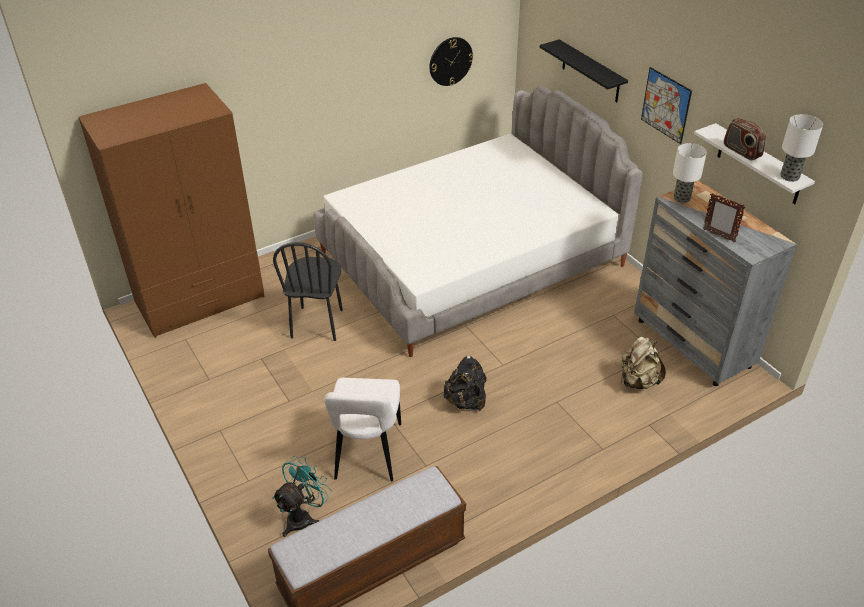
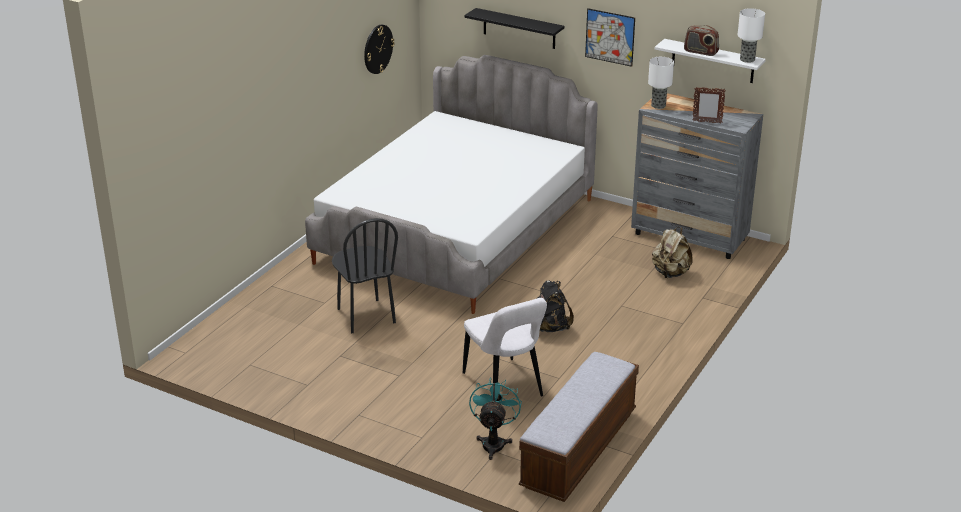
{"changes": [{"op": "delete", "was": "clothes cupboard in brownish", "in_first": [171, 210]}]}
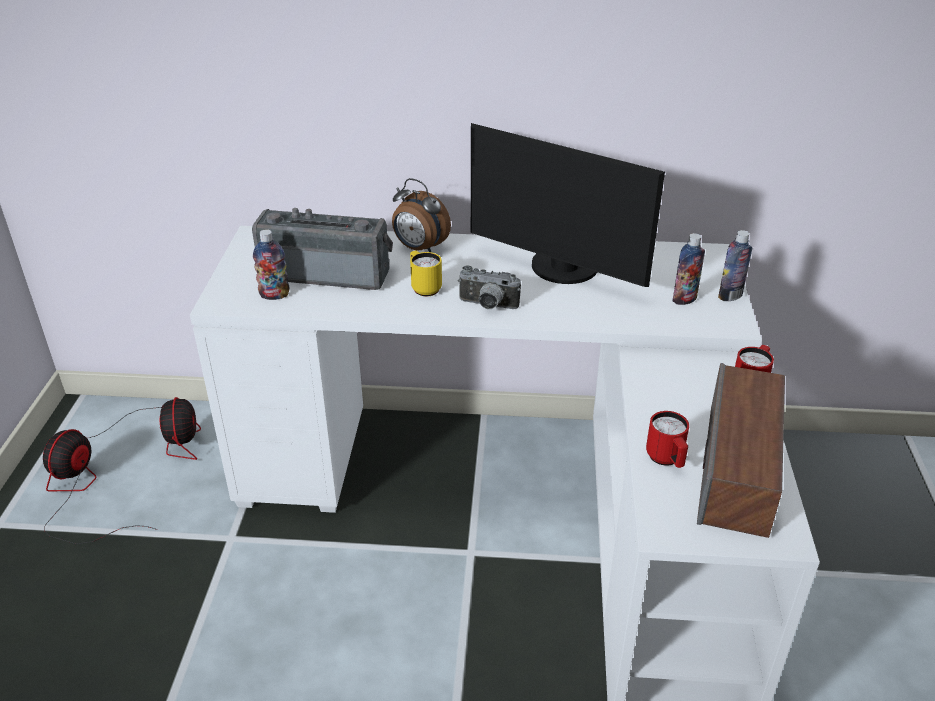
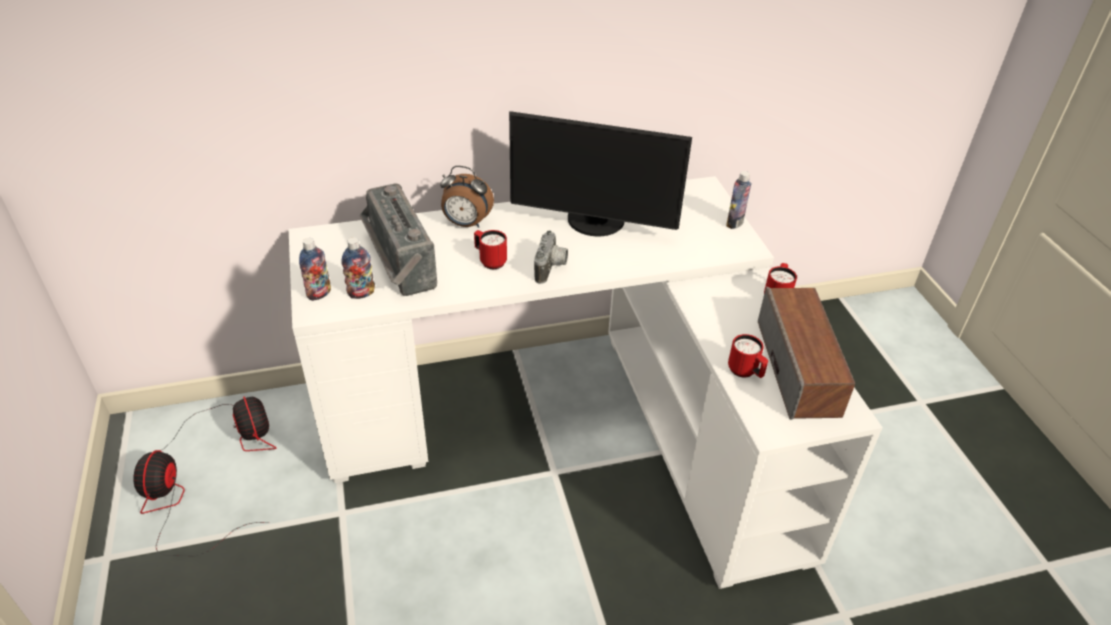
{"changes": [{"op": "rotate", "was": "radio set", "in_first": [322, 249], "in_second": [398, 239], "clockwise": -105}, {"op": "recolor", "was": "coffee mug in yellow-coloured", "now": "coffee mug in reddish", "in_first": [426, 274], "in_second": [490, 249]}, {"op": "rotate", "was": "still camera", "in_first": [489, 287], "in_second": [551, 257], "clockwise": -75}, {"op": "move", "was": "drink bottle", "in_first": [688, 269], "in_second": [315, 269]}]}
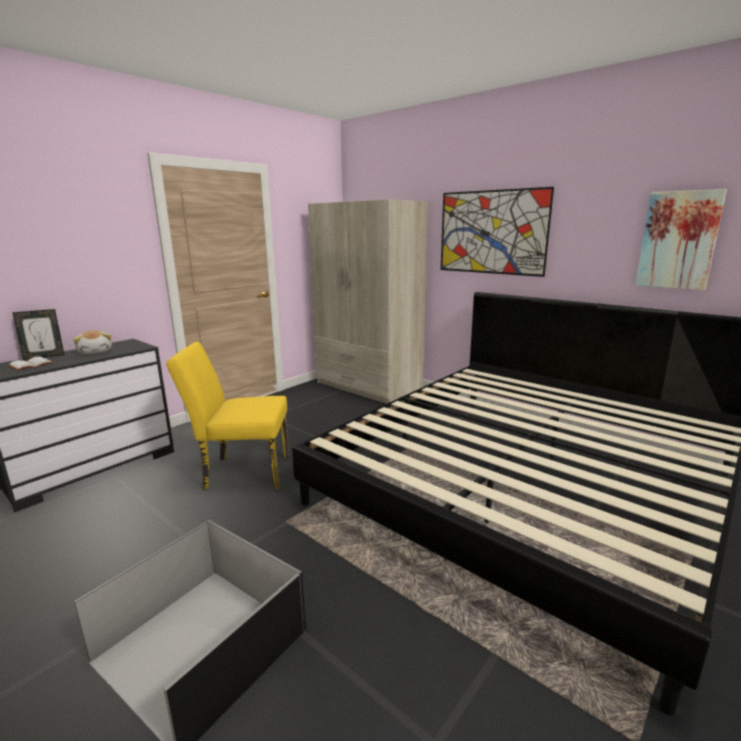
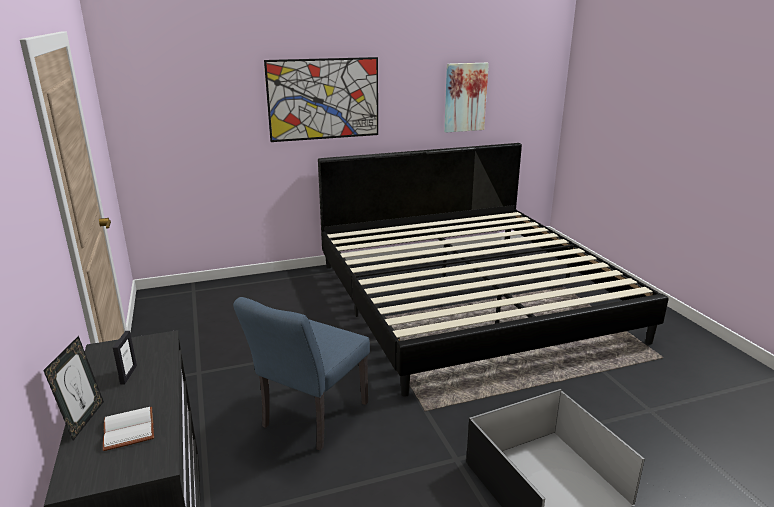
{"changes": [{"op": "replace", "was": "soft toy", "now": "picture frame", "in_first": [93, 342], "in_second": [125, 358]}, {"op": "recolor", "was": "plain chair in yellow-coloured", "now": "plain chair in bluish", "in_first": [227, 415], "in_second": [301, 374]}, {"op": "delete", "was": "clothes cupboard in beige-coloured", "in_first": [368, 301]}]}
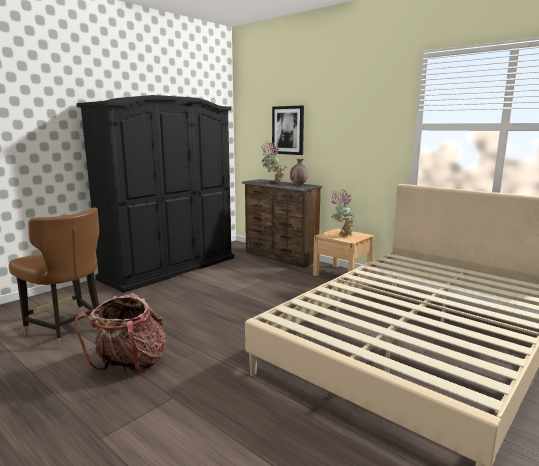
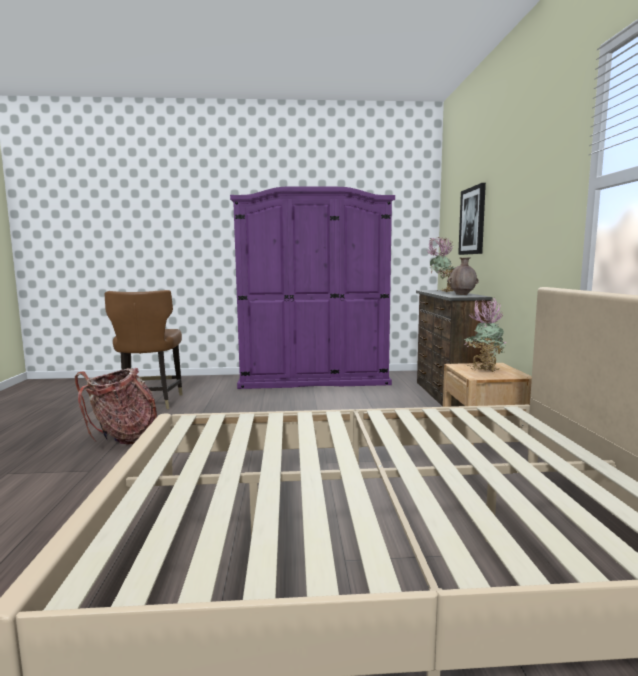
{"changes": [{"op": "recolor", "was": "clothes cupboard in blackish", "now": "clothes cupboard in purple-coloured", "in_first": [155, 194], "in_second": [312, 288]}]}
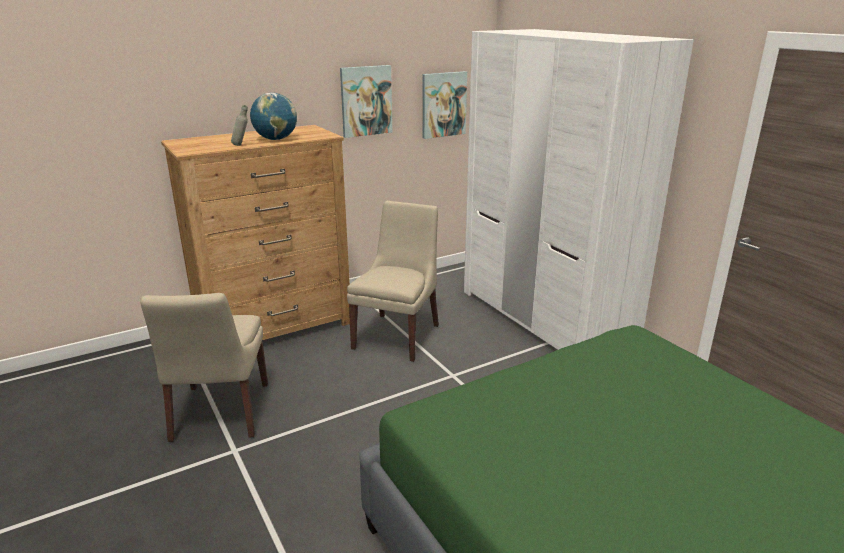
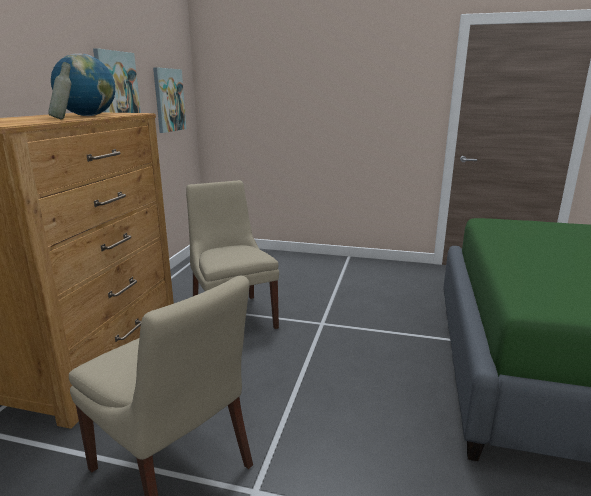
{"changes": [{"op": "delete", "was": "clothes cupboard in white-coloured", "in_first": [579, 189]}]}
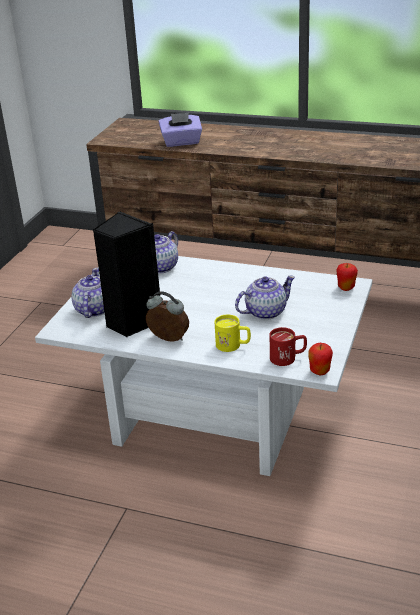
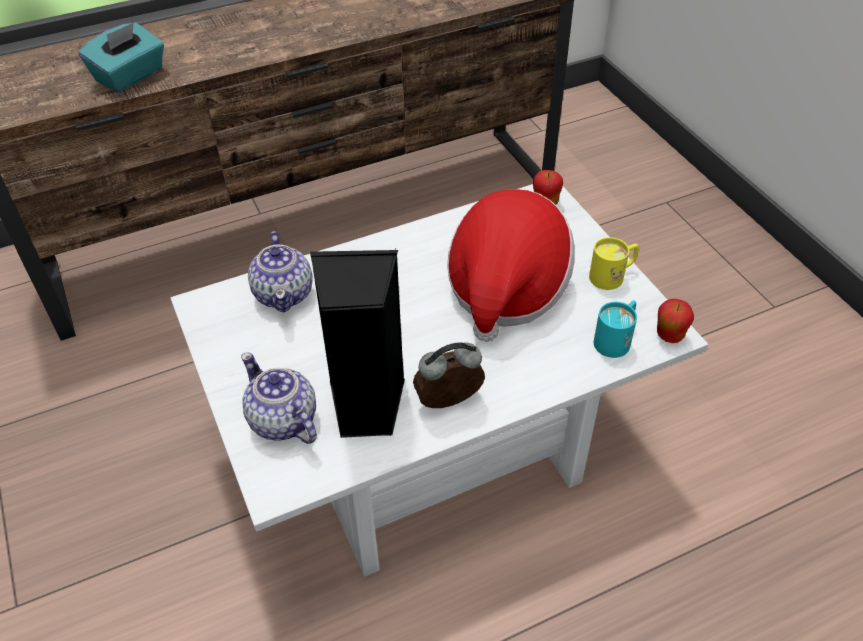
{"changes": [{"op": "recolor", "was": "box of tissues in purple-coloured", "now": "box of tissues in turquoise", "in_first": [180, 130], "in_second": [121, 57]}, {"op": "move", "was": "coffee mug in yellow-coloured", "in_first": [233, 333], "in_second": [614, 263]}, {"op": "replace", "was": "tea pot", "now": "wearable hat", "in_first": [265, 298], "in_second": [511, 265]}, {"op": "recolor", "was": "coffee mug in reddish", "now": "coffee mug in turquoise", "in_first": [288, 346], "in_second": [615, 329]}]}
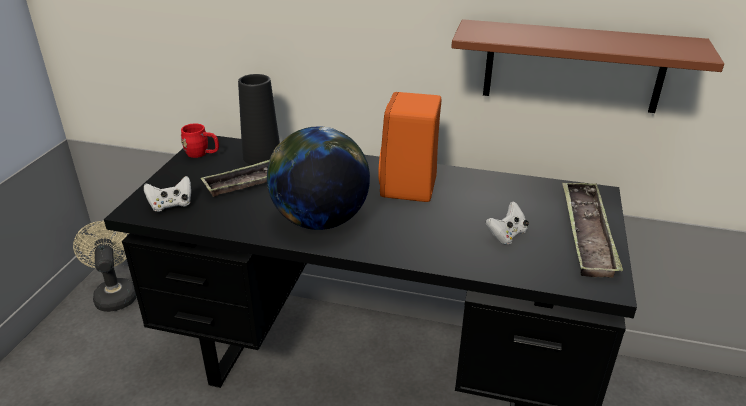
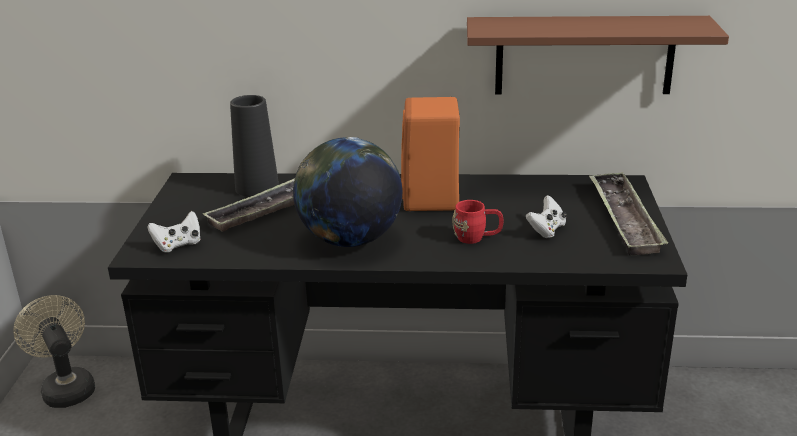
{"changes": [{"op": "move", "was": "coffee mug in reddish", "in_first": [200, 140], "in_second": [477, 222]}]}
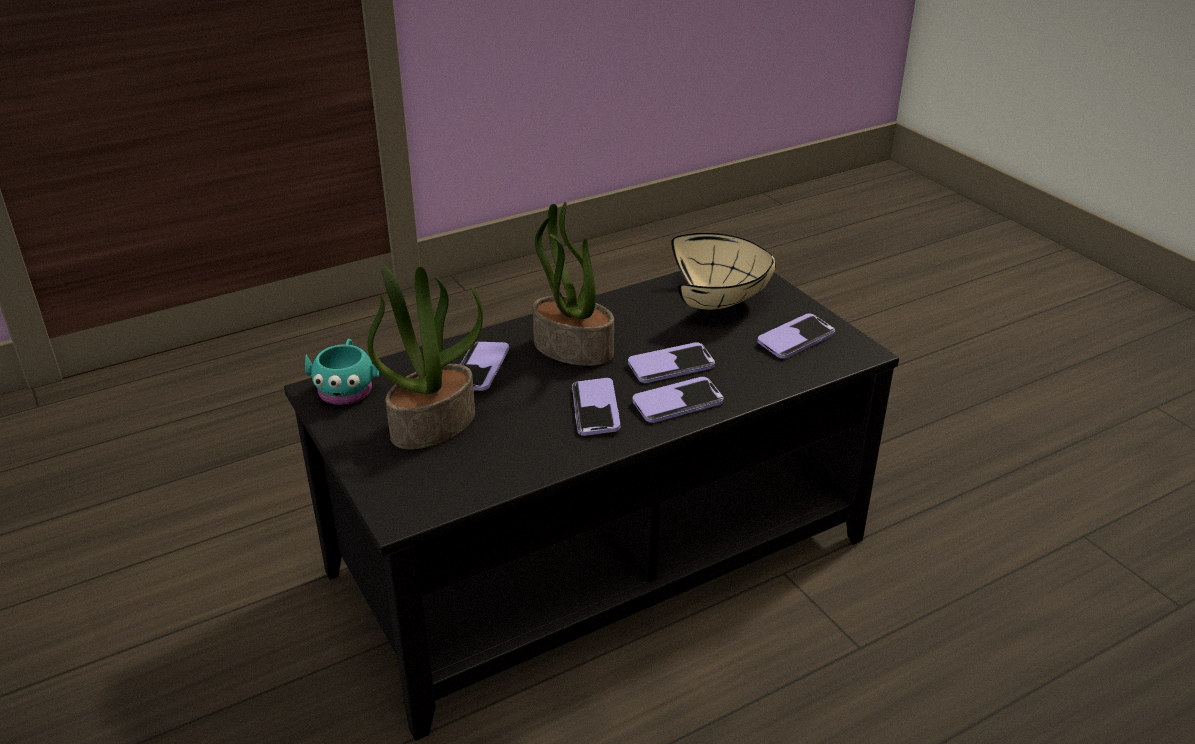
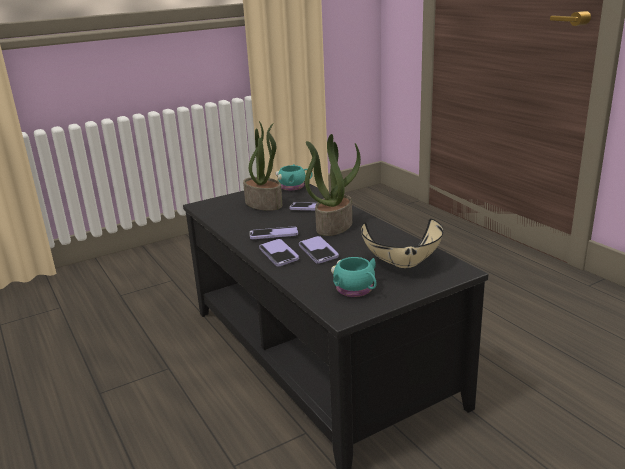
{"changes": [{"op": "replace", "was": "telephone", "now": "coffee mug in turquoise", "in_first": [796, 336], "in_second": [354, 277]}]}
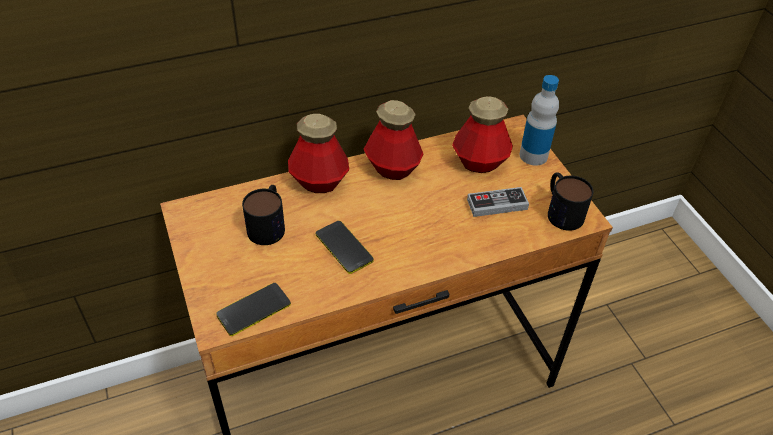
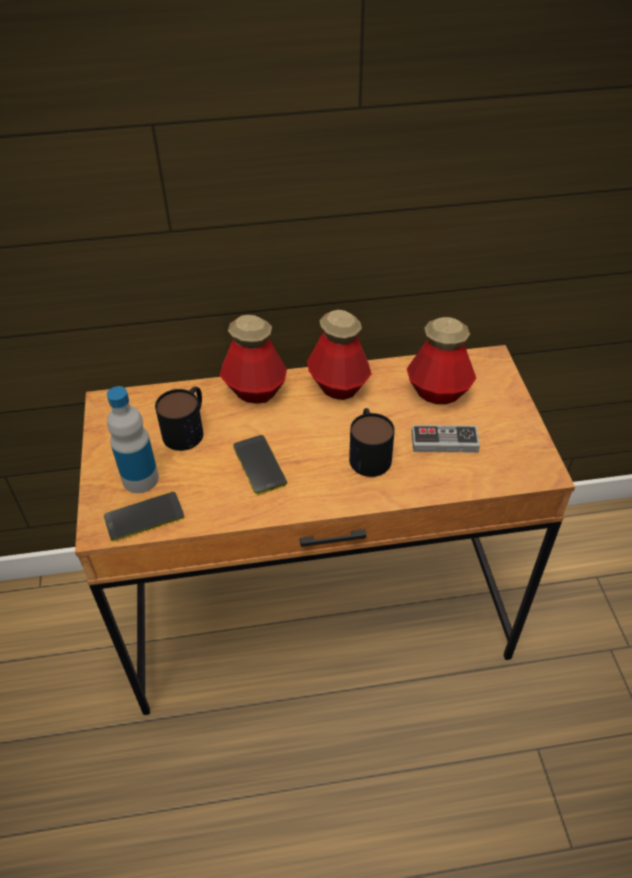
{"changes": [{"op": "move", "was": "drink bottle", "in_first": [539, 120], "in_second": [133, 439]}, {"op": "move", "was": "coffee mug", "in_first": [571, 201], "in_second": [372, 442]}]}
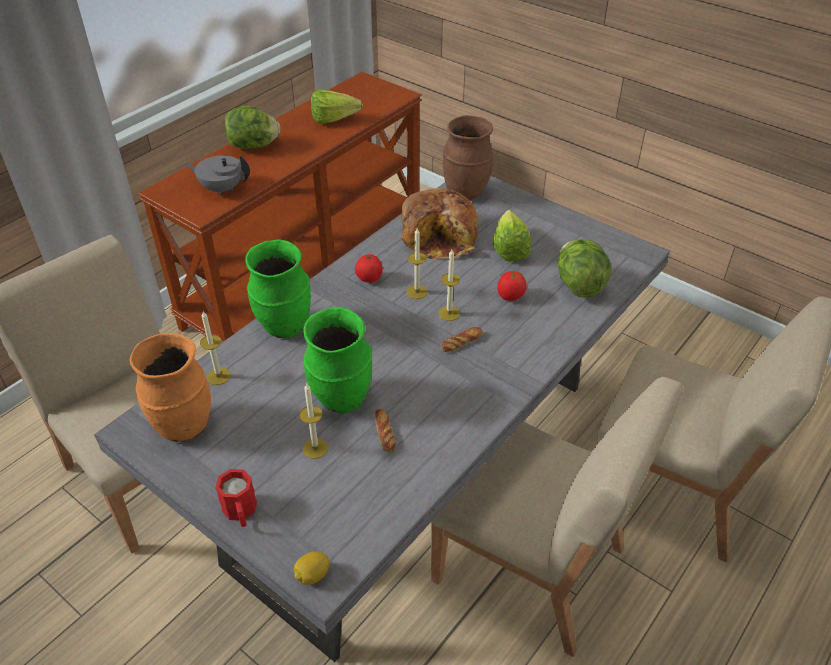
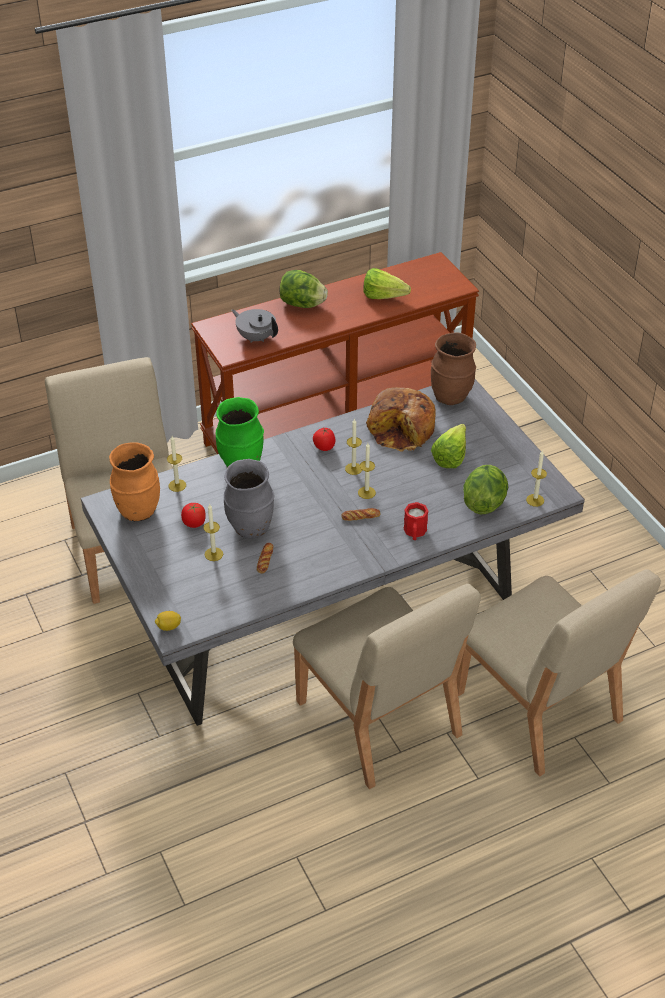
{"changes": [{"op": "move", "was": "coffee mug in reddish", "in_first": [236, 498], "in_second": [415, 521]}, {"op": "recolor", "was": "vase in green-coloured", "now": "vase in grey", "in_first": [337, 360], "in_second": [249, 498]}, {"op": "move", "was": "whole tomato", "in_first": [512, 286], "in_second": [193, 515]}, {"op": "insert", "now": "wax light", "in_second": [536, 478]}]}
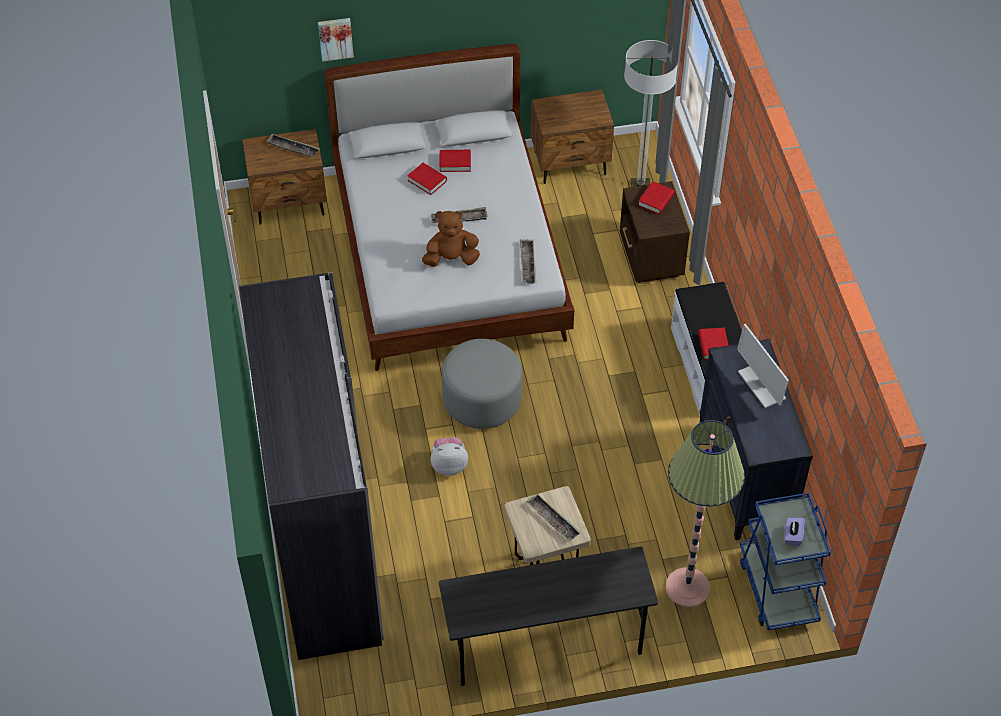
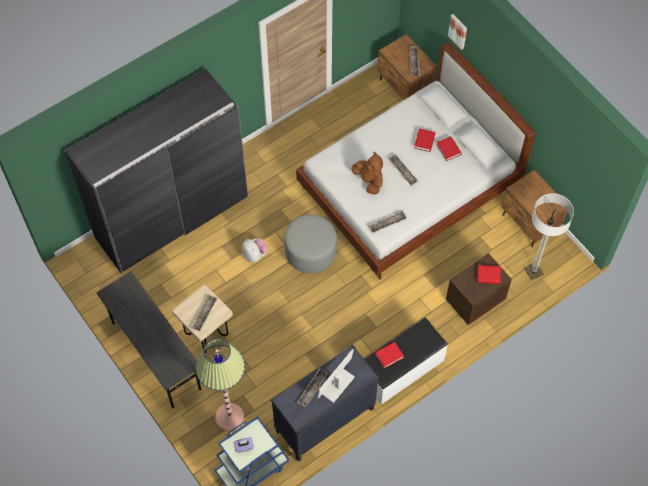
{"changes": [{"op": "insert", "now": "tray", "in_second": [312, 387]}]}
